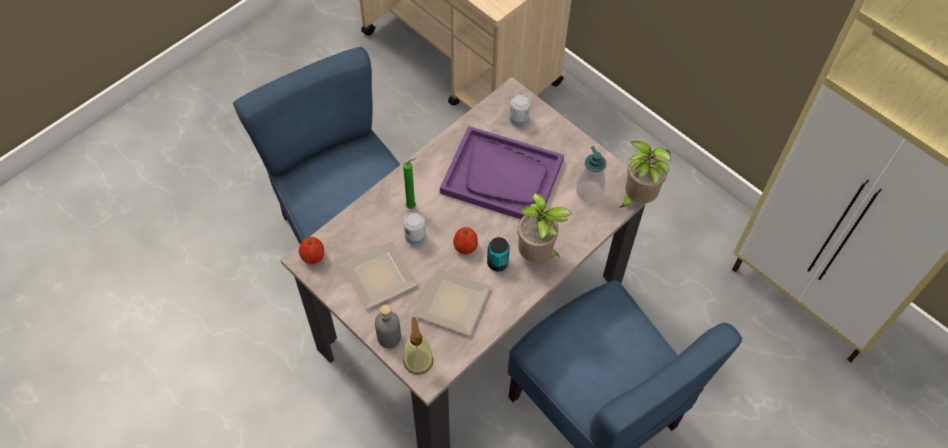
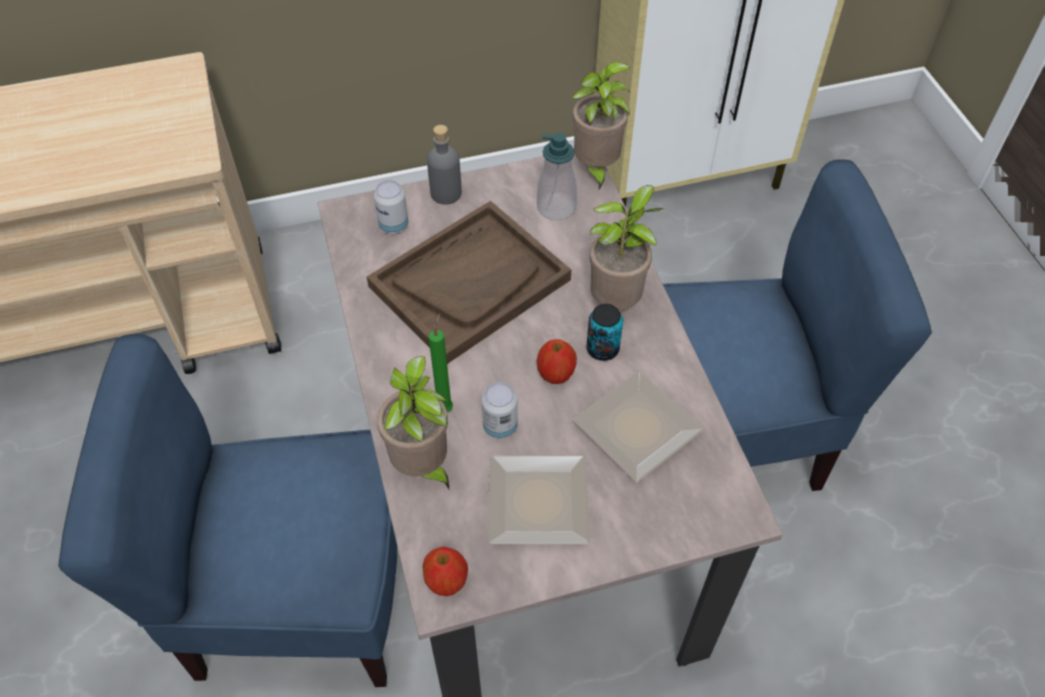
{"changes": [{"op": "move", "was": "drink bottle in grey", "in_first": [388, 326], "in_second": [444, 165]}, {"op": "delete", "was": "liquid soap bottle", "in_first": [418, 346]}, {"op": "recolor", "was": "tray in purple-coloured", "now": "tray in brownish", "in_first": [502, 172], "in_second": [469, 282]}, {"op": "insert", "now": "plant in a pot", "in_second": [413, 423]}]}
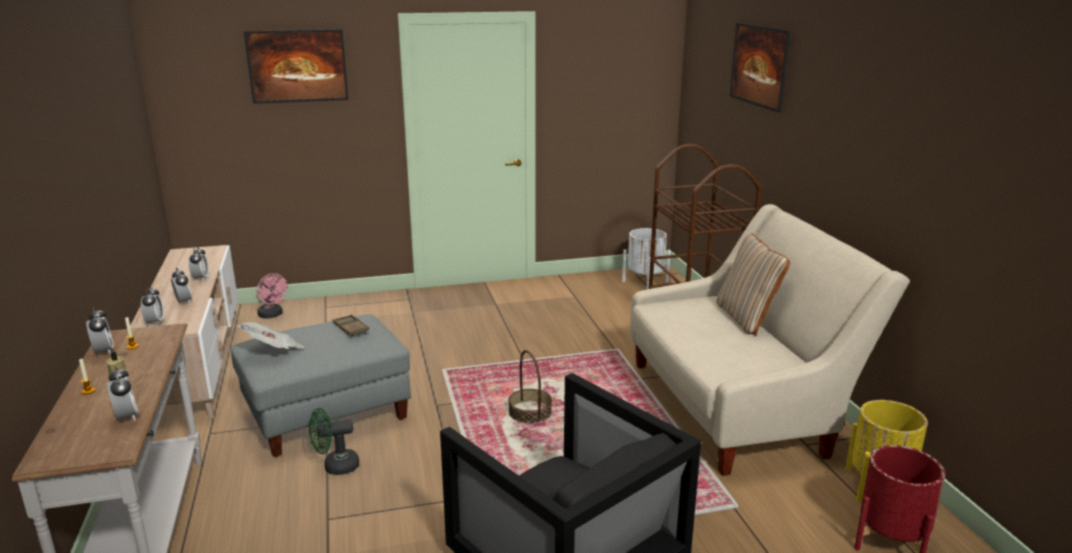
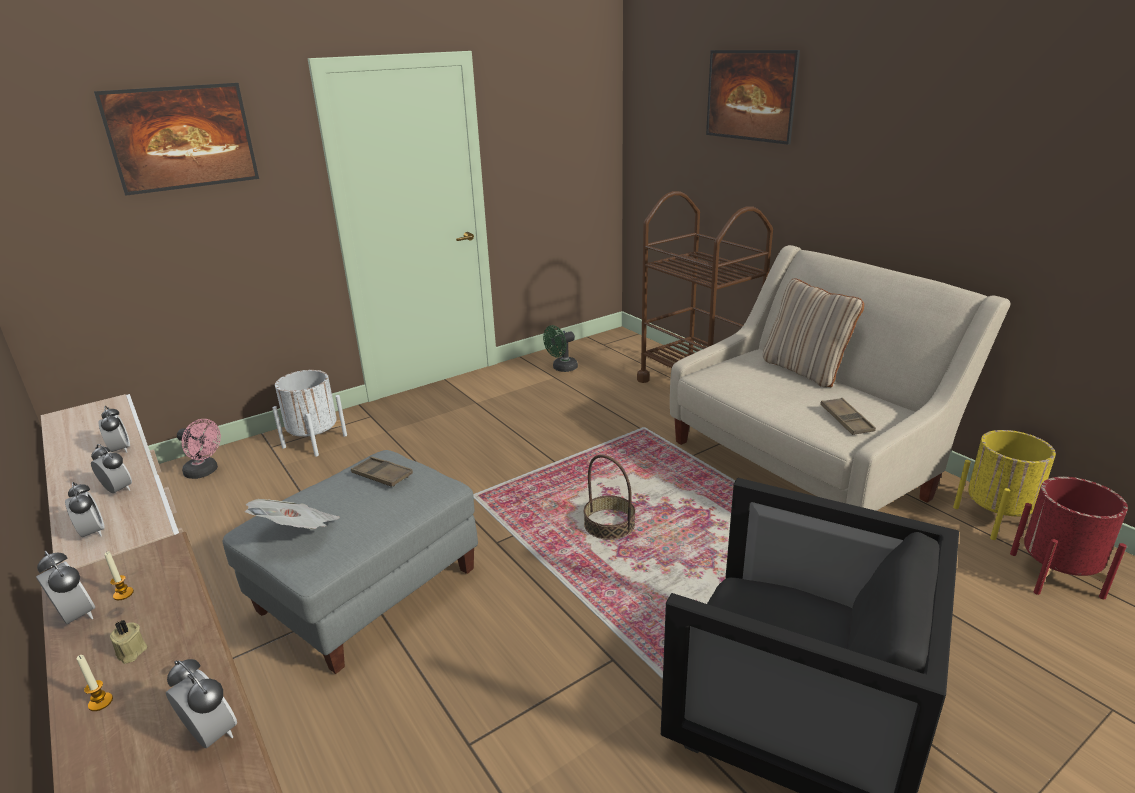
{"changes": [{"op": "move", "was": "cooling fan in green-coloured", "in_first": [334, 441], "in_second": [560, 348]}, {"op": "move", "was": "plant pot in white-coloured", "in_first": [646, 258], "in_second": [309, 413]}, {"op": "insert", "now": "tray in brownish", "in_second": [848, 416]}]}
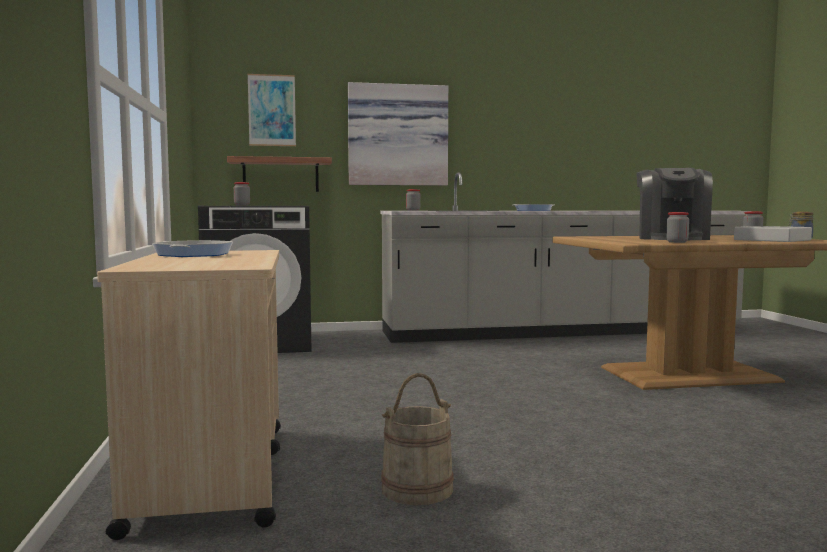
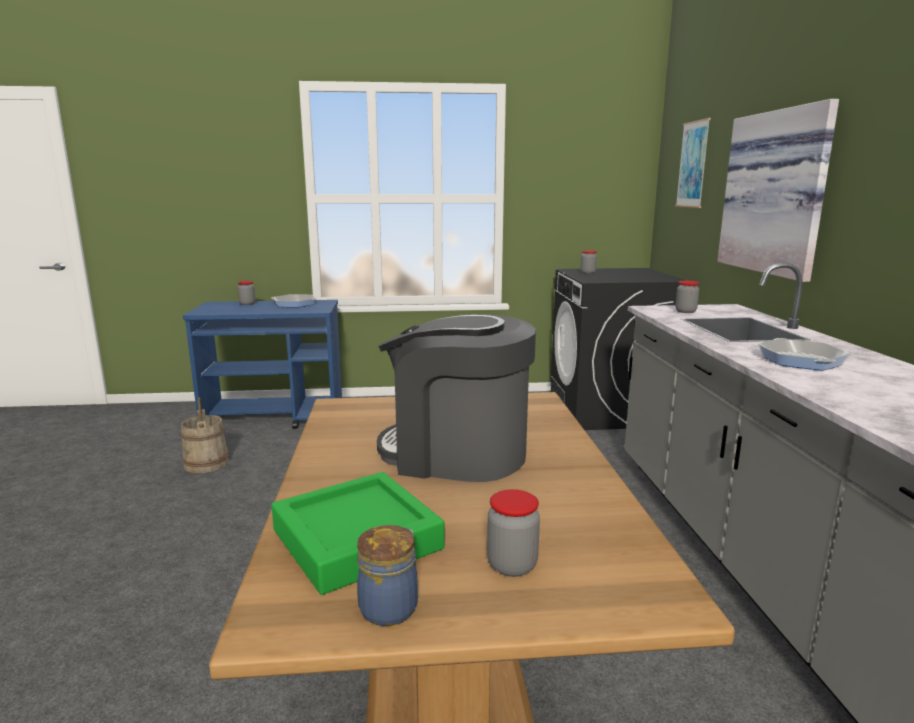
{"changes": [{"op": "recolor", "was": "wheeled cart in beige-coloured", "now": "wheeled cart in bluish", "in_first": [189, 395], "in_second": [262, 364]}, {"op": "delete", "was": "bracket shelf", "in_first": [279, 174]}, {"op": "move", "was": "storage jar", "in_first": [677, 227], "in_second": [246, 293]}, {"op": "recolor", "was": "tray in grey", "now": "tray in green-coloured", "in_first": [773, 234], "in_second": [358, 533]}]}
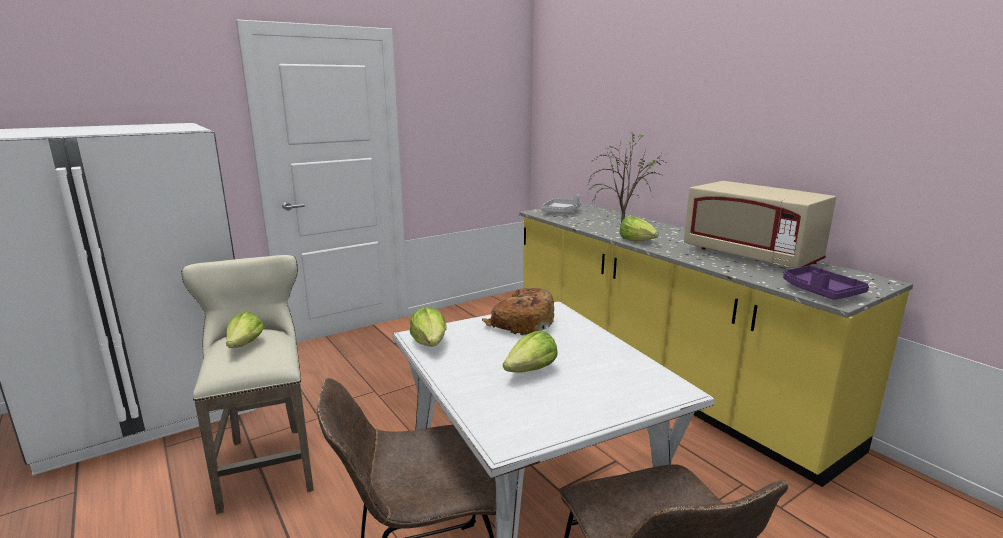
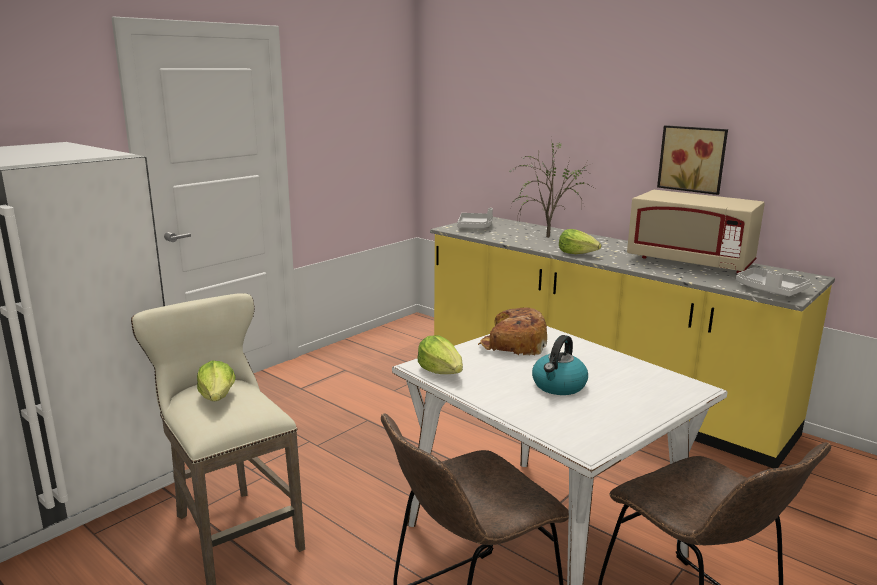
{"changes": [{"op": "replace", "was": "lettuce head", "now": "kettle", "in_first": [530, 352], "in_second": [560, 365]}, {"op": "recolor", "was": "tray in purple-coloured", "now": "tray in grey", "in_first": [826, 283], "in_second": [773, 281]}, {"op": "insert", "now": "wall art", "in_second": [692, 160]}]}
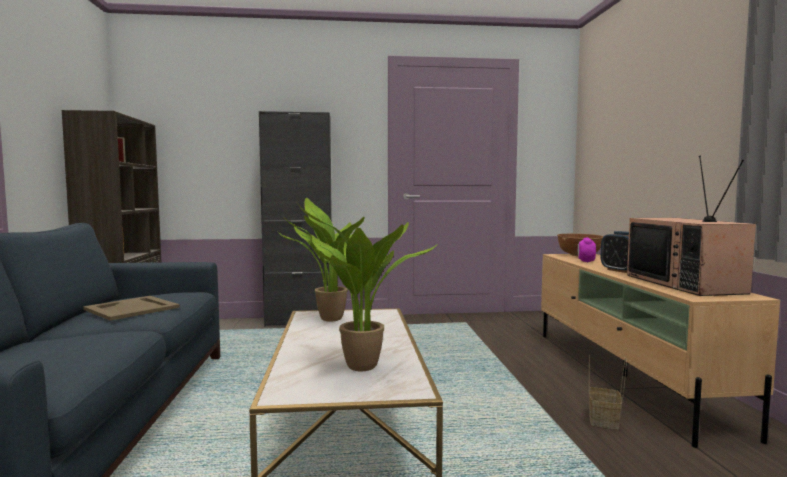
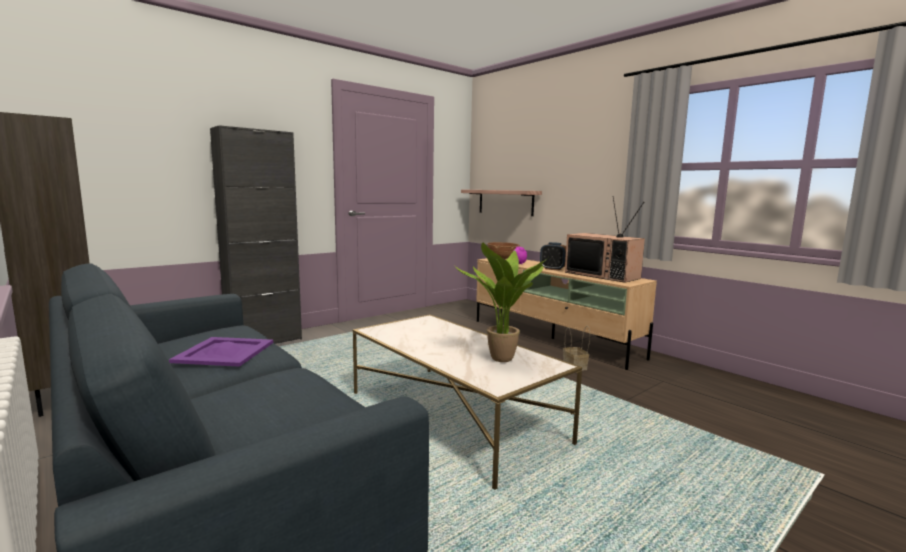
{"changes": [{"op": "recolor", "was": "tray in beige-coloured", "now": "tray in purple-coloured", "in_first": [131, 308], "in_second": [221, 352]}, {"op": "delete", "was": "plant in a pot", "in_first": [321, 260]}, {"op": "insert", "now": "bracket shelf", "in_second": [501, 202]}]}
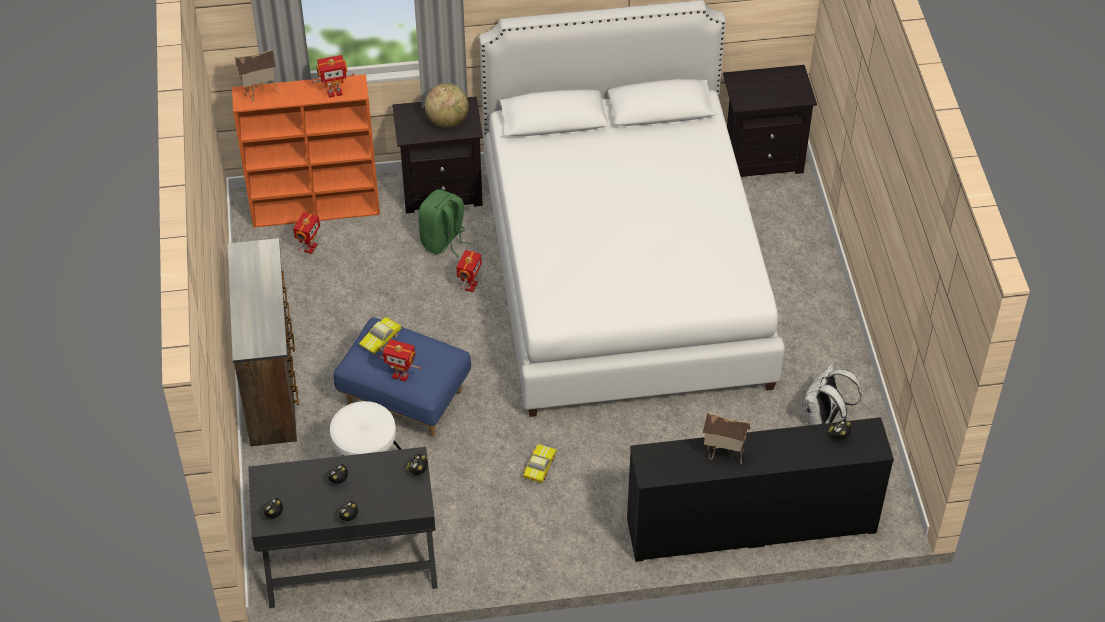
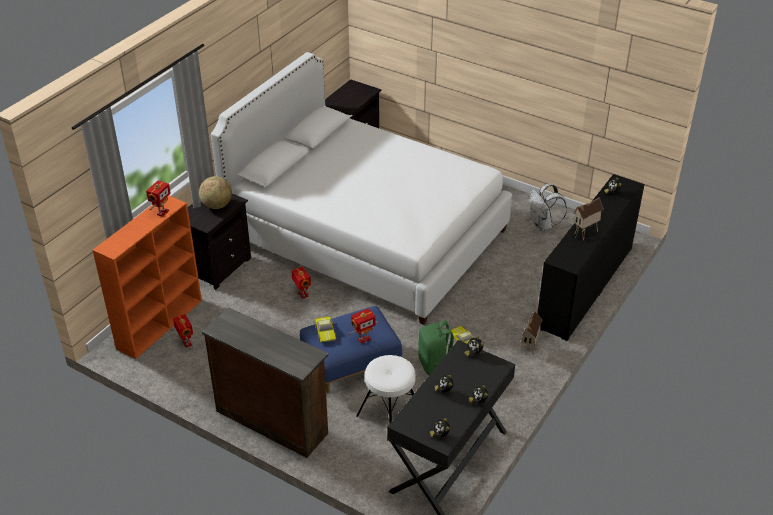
{"changes": [{"op": "move", "was": "toy house", "in_first": [257, 76], "in_second": [531, 332]}, {"op": "move", "was": "backpack in green-coloured", "in_first": [445, 223], "in_second": [436, 347]}]}
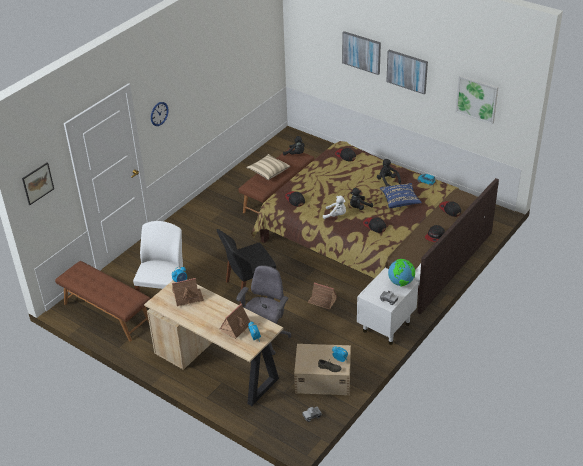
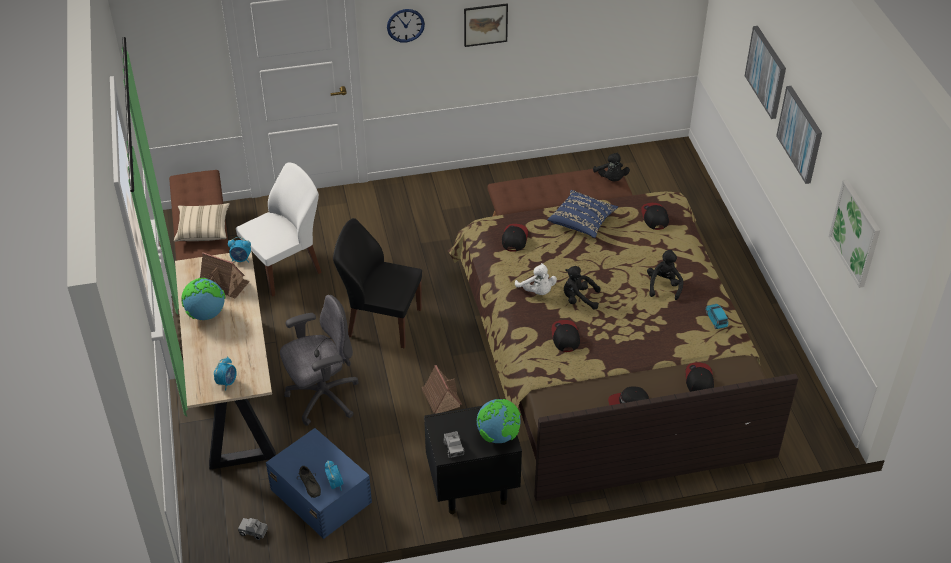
{"changes": [{"op": "move", "was": "wall art", "in_first": [38, 183], "in_second": [486, 25]}, {"op": "delete", "was": "toy house", "in_first": [236, 321]}, {"op": "move", "was": "throw pillow in beige-coloured", "in_first": [268, 167], "in_second": [202, 222]}, {"op": "recolor", "was": "storage box in beige-coloured", "now": "storage box in bluish", "in_first": [322, 369], "in_second": [319, 483]}, {"op": "recolor", "was": "nightstand in white-coloured", "now": "nightstand in blackish", "in_first": [388, 306], "in_second": [473, 460]}, {"op": "move", "was": "throw pillow in bluish", "in_first": [401, 195], "in_second": [582, 214]}, {"op": "insert", "now": "world globe", "in_second": [203, 299]}]}
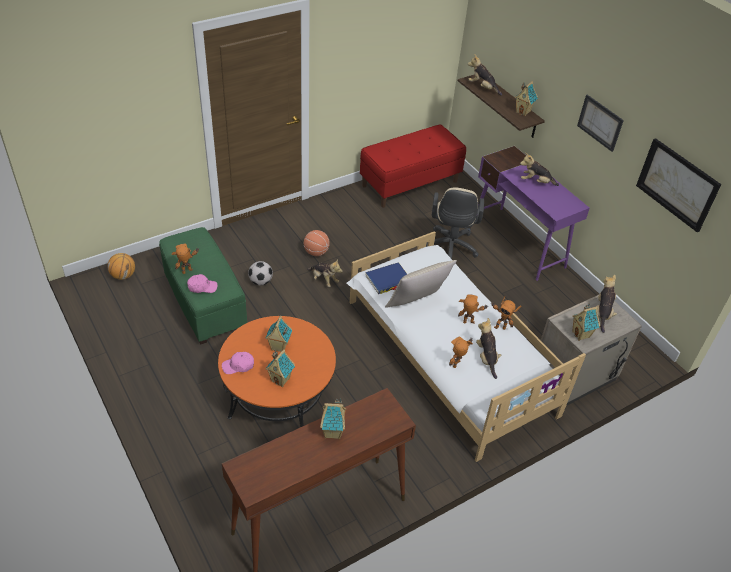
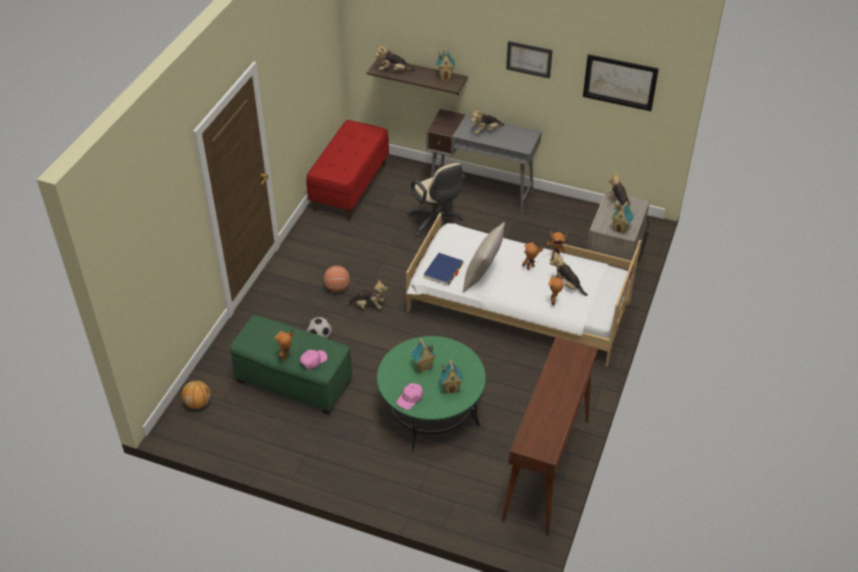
{"changes": [{"op": "recolor", "was": "coffee table in orange", "now": "coffee table in green-coloured", "in_first": [277, 371], "in_second": [431, 394]}, {"op": "delete", "was": "toy house", "in_first": [333, 418]}, {"op": "recolor", "was": "desk table in purple-coloured", "now": "desk table in grey", "in_first": [533, 213], "in_second": [484, 161]}]}
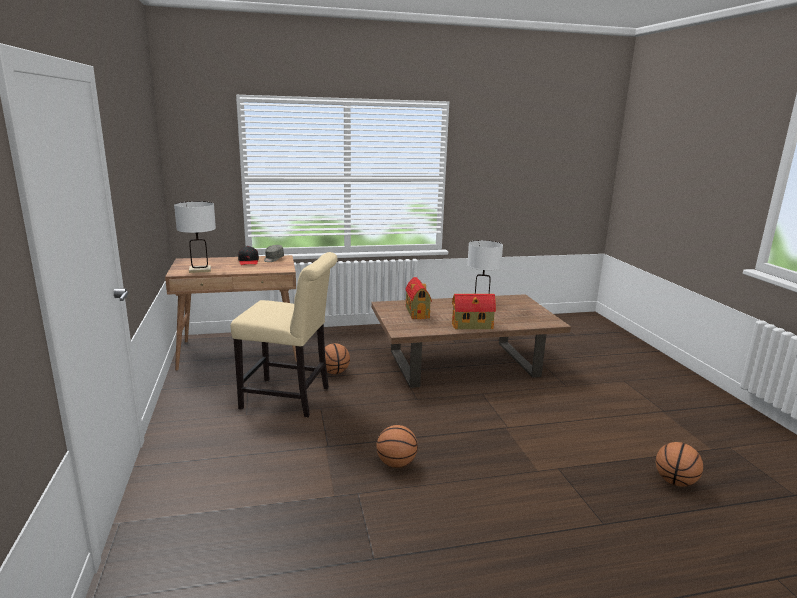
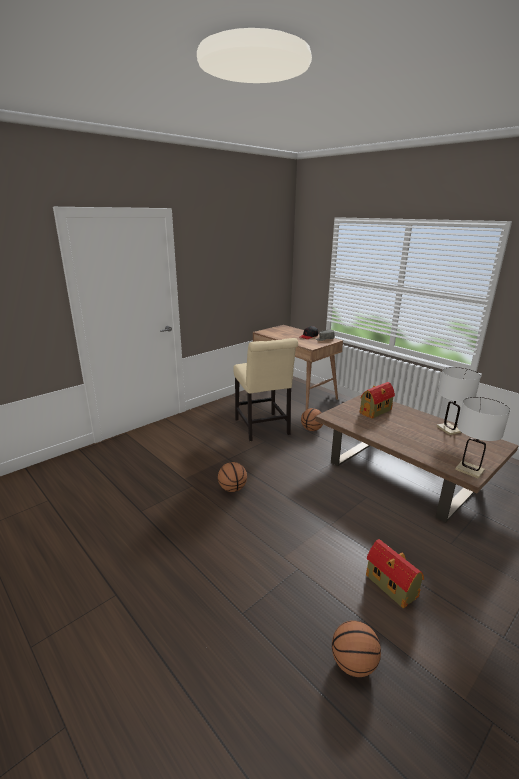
{"changes": [{"op": "move", "was": "lamp for a table in white-coloured", "in_first": [195, 237], "in_second": [482, 438]}, {"op": "move", "was": "toy house", "in_first": [474, 311], "in_second": [395, 574]}]}
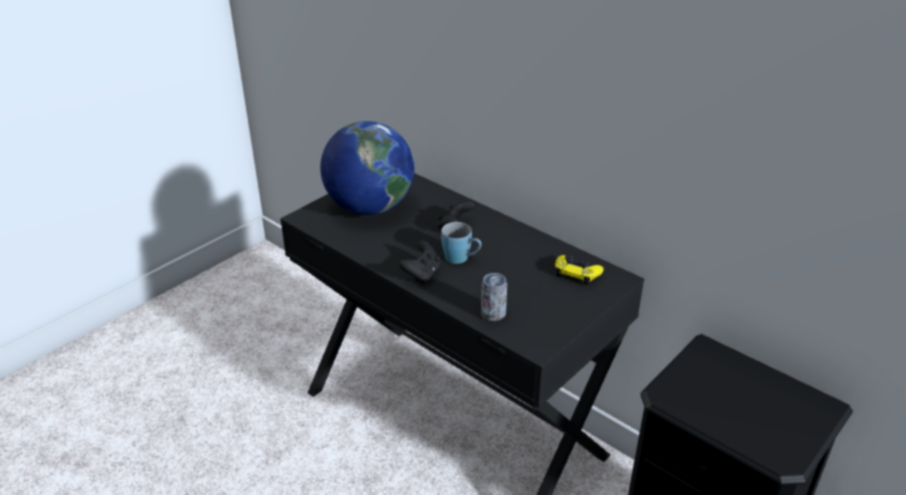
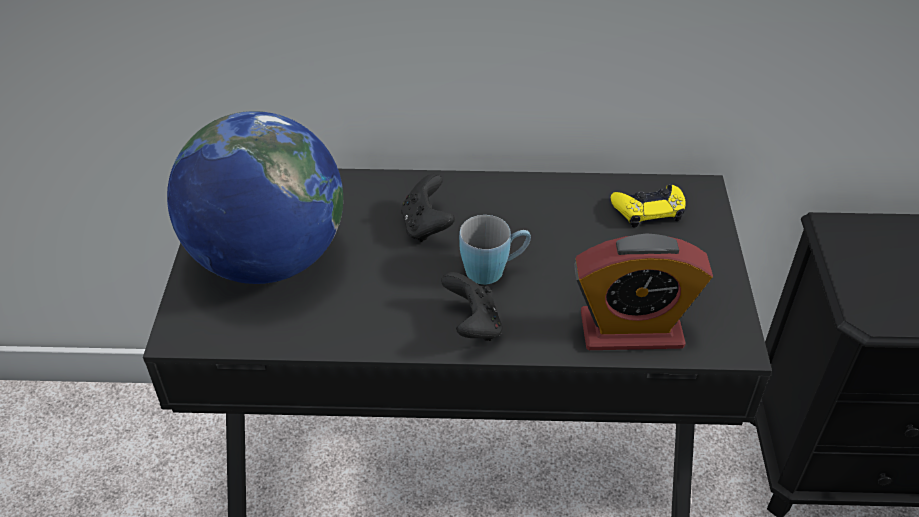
{"changes": [{"op": "replace", "was": "sealed can", "now": "bedside clock", "in_first": [494, 297], "in_second": [643, 291]}]}
